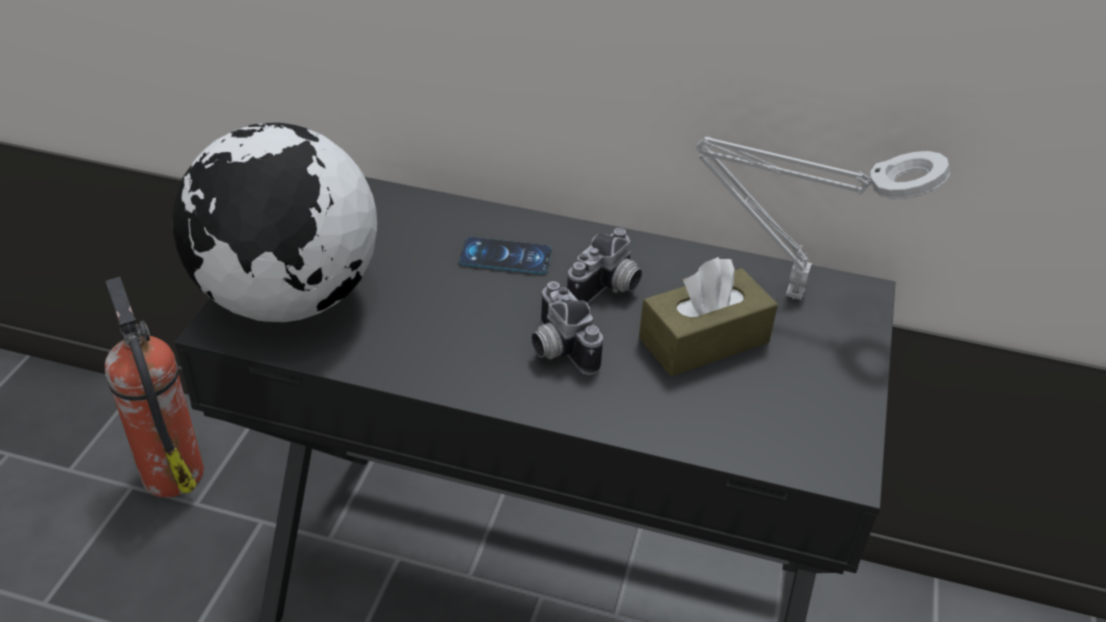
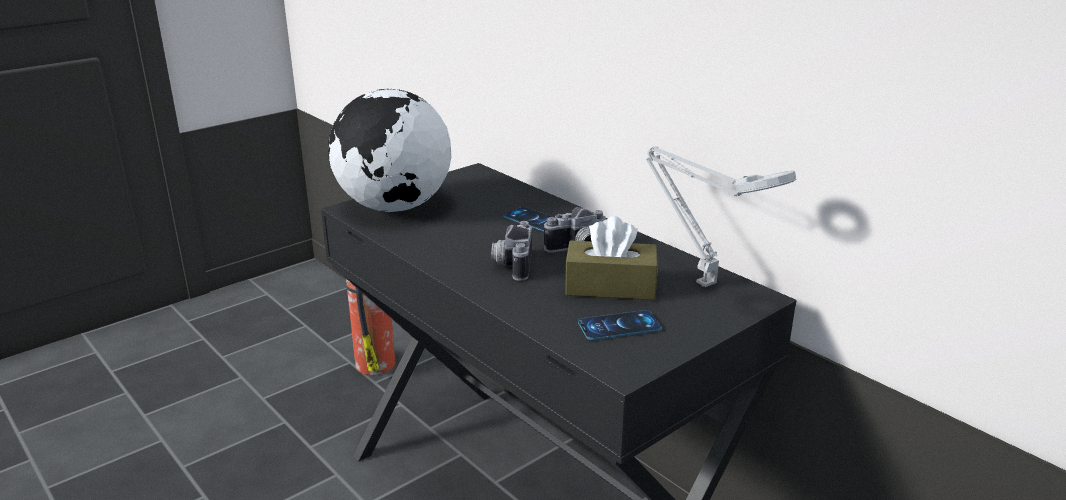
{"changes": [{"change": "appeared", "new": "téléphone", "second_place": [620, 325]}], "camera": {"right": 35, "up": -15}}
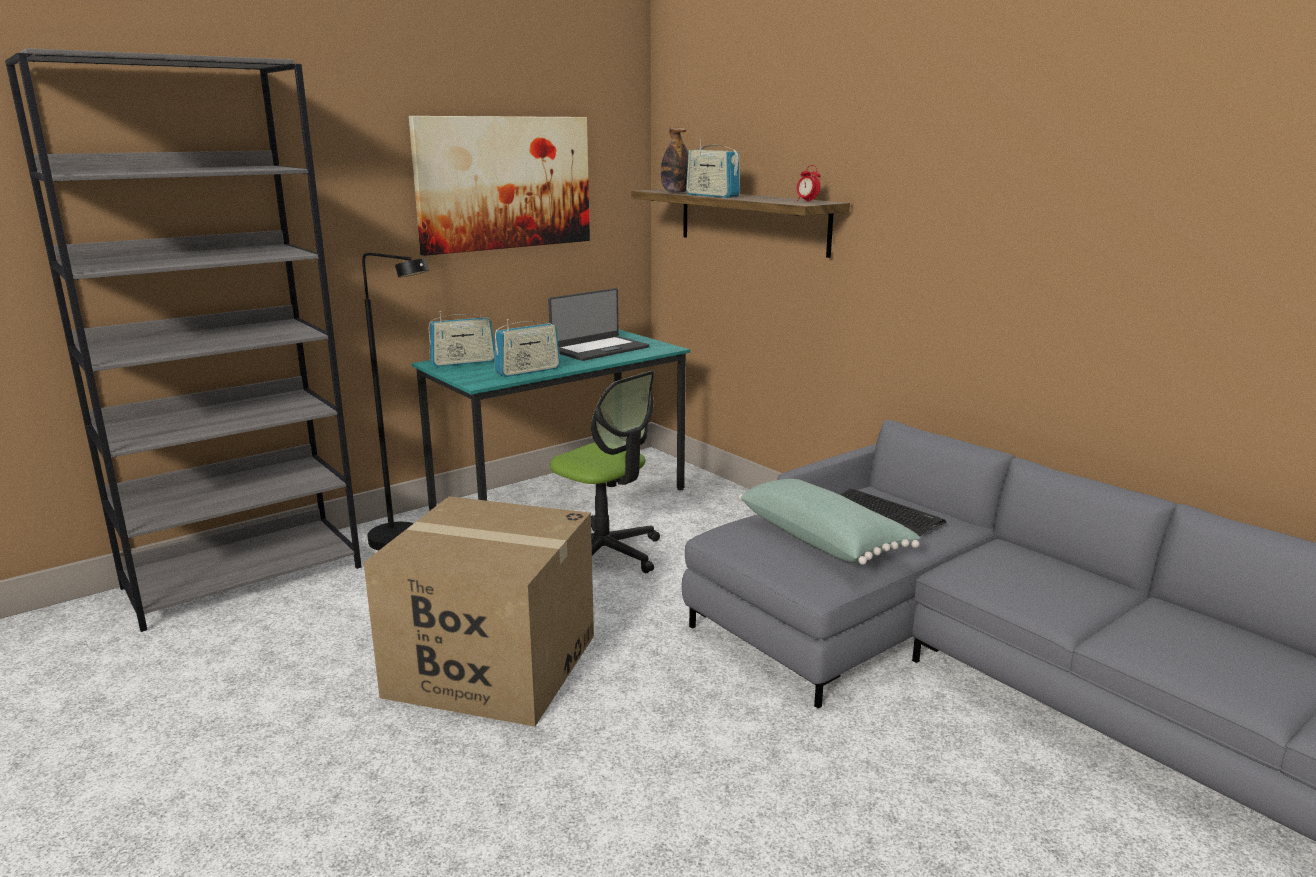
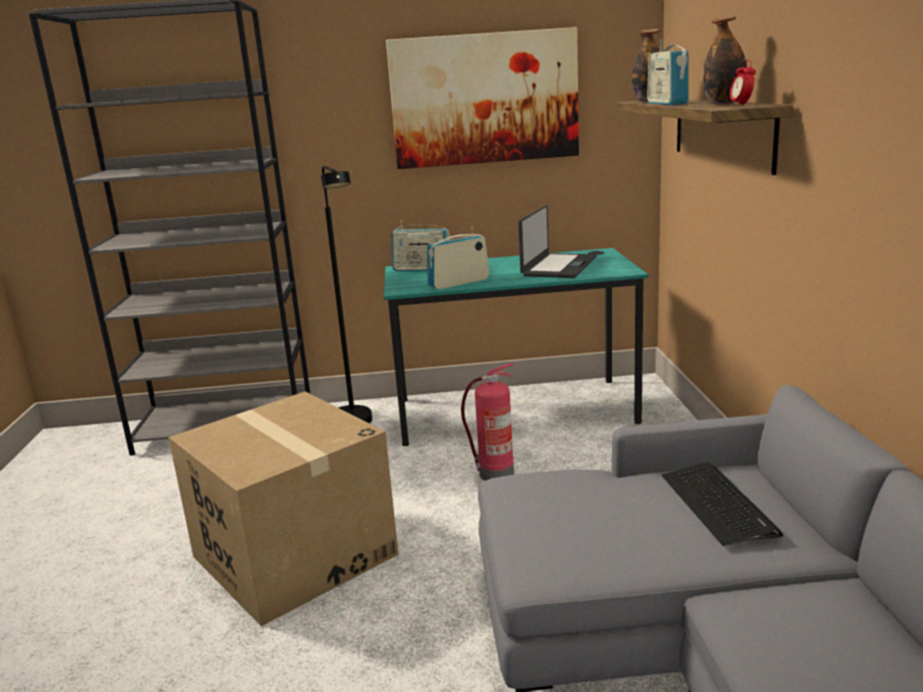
{"changes": [{"change": "missing", "old": "coussin/vert", "first_place": [829, 522]}, {"change": "appeared", "new": "bouteille", "second_place": [725, 60]}, {"change": "exchanged", "old": "chaise de bureau", "new": "extincteur", "first_place": [605, 472], "second_place": [487, 422]}, {"change": "spun", "old": "radio", "first_place": [527, 348], "second_place": [458, 257], "degrees": 150}, {"change": "spun", "old": "ordinateur portable", "first_place": [598, 324], "second_place": [557, 241], "degrees": -60}], "camera": {"right": 35, "up": 0}}
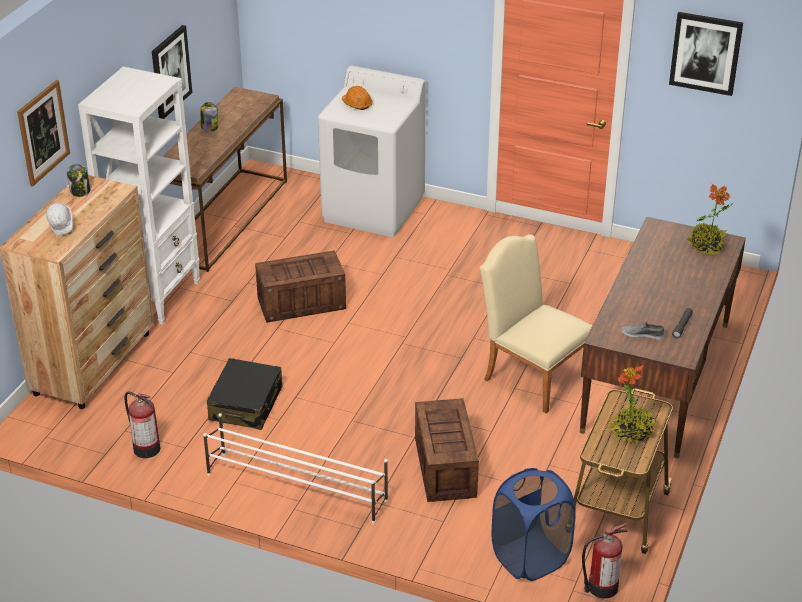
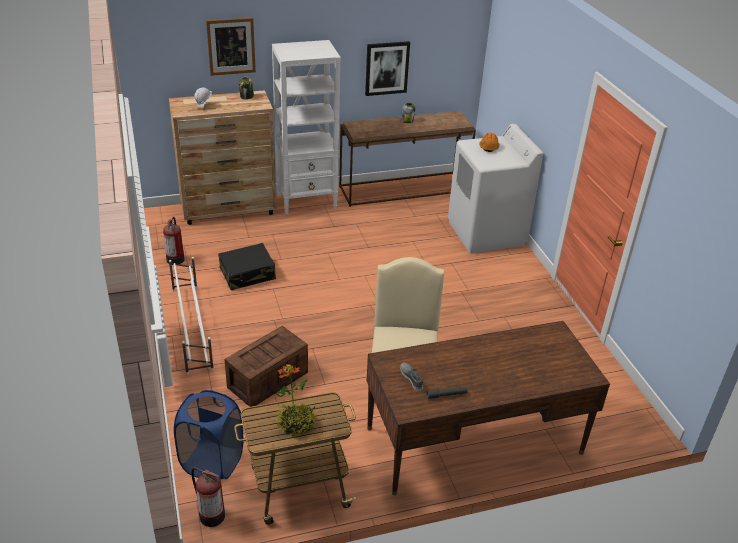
{"changes": [{"change": "missing", "old": "caisse", "first_place": [300, 286]}, {"change": "missing", "old": "tableau", "first_place": [706, 54]}, {"change": "missing", "old": "plante en pot", "first_place": [710, 220]}], "camera": {"right": 50, "up": 0}}
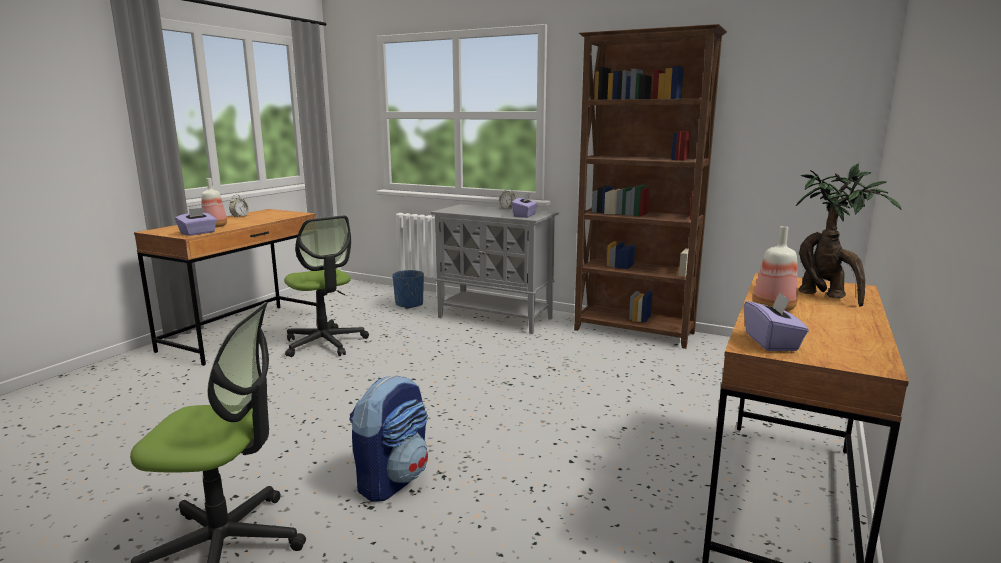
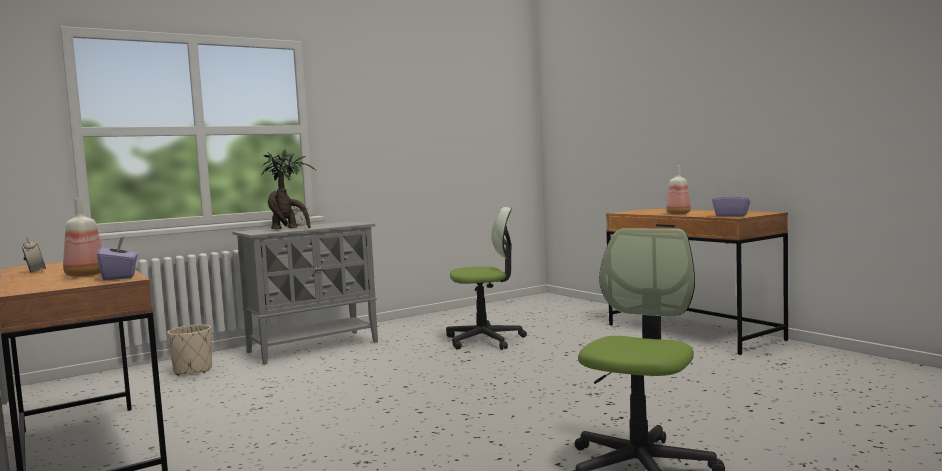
{"changes": [{"change": "missing", "old": "sac à dos", "first_place": [388, 438]}, {"change": "missing", "old": "boîte à mouchoirs/violet", "first_place": [525, 205]}, {"change": "missing", "old": "bibliothèque/marron", "first_place": [650, 186]}, {"change": "relocated", "old": "chaise de bureau", "first_place": [326, 286], "second_place": [486, 278]}, {"change": "relocated", "old": "plante en pot", "first_place": [849, 235], "second_place": [288, 189]}, {"change": "colour", "old": "cache-pot/bleu", "new": "cache-pot/beige", "first_place": [408, 289], "second_place": [189, 350]}], "camera": {"right": -60, "up": -10}}
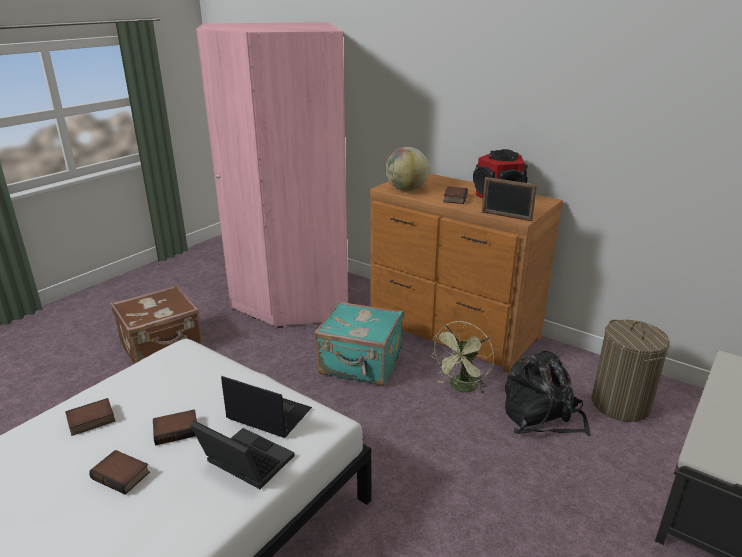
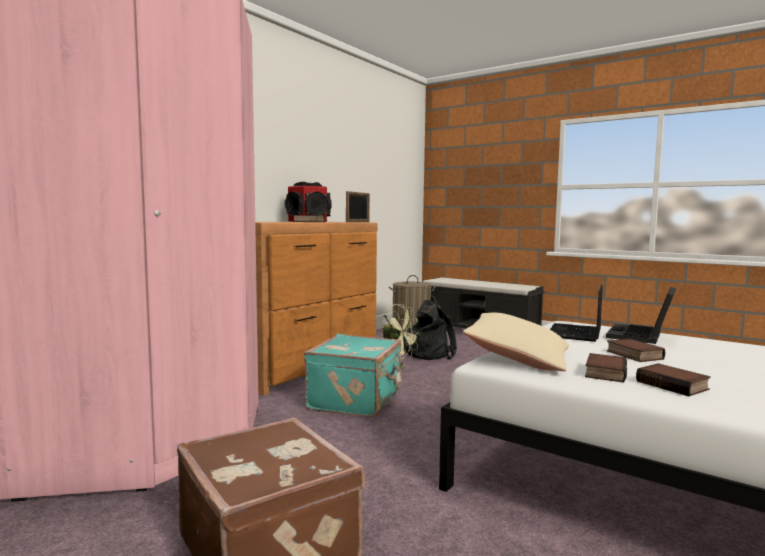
{"changes": [{"change": "missing", "old": "globe", "first_place": [407, 169]}, {"change": "appeared", "new": "coussin/beige", "second_place": [516, 342]}, {"change": "relocated", "old": "livre", "first_place": [119, 472], "second_place": [606, 367]}], "camera": {"right": -90, "up": -20}}
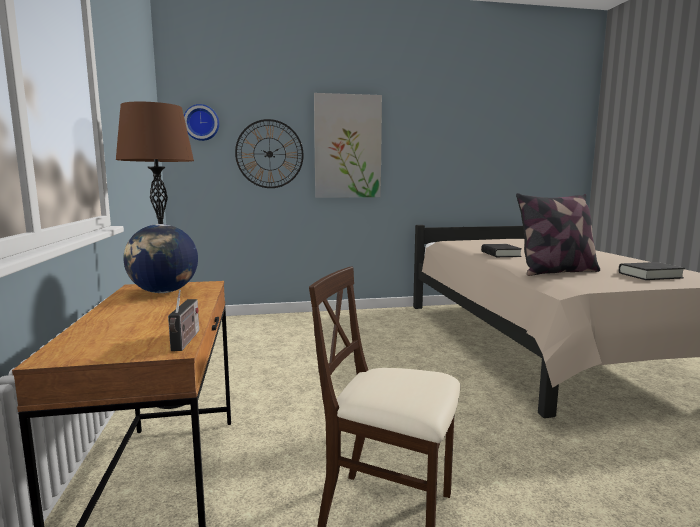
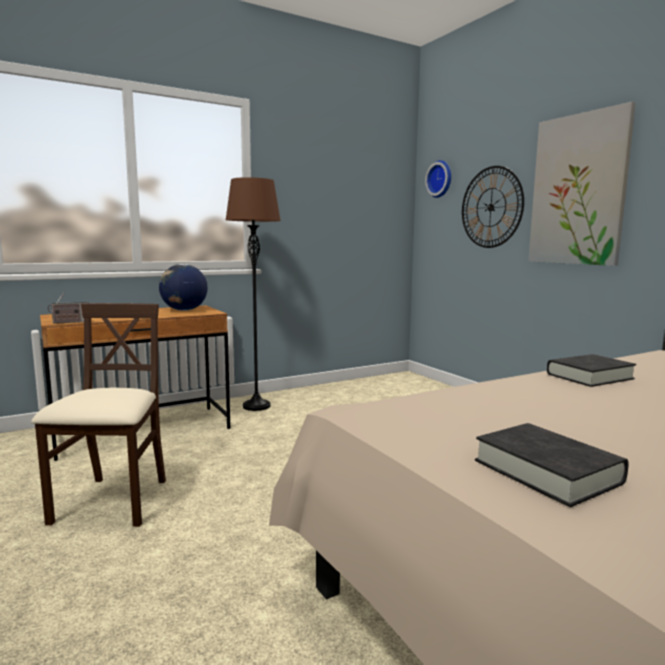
{"changes": [{"change": "missing", "old": "coussin", "first_place": [558, 234]}], "camera": {"right": 70, "up": 0}}
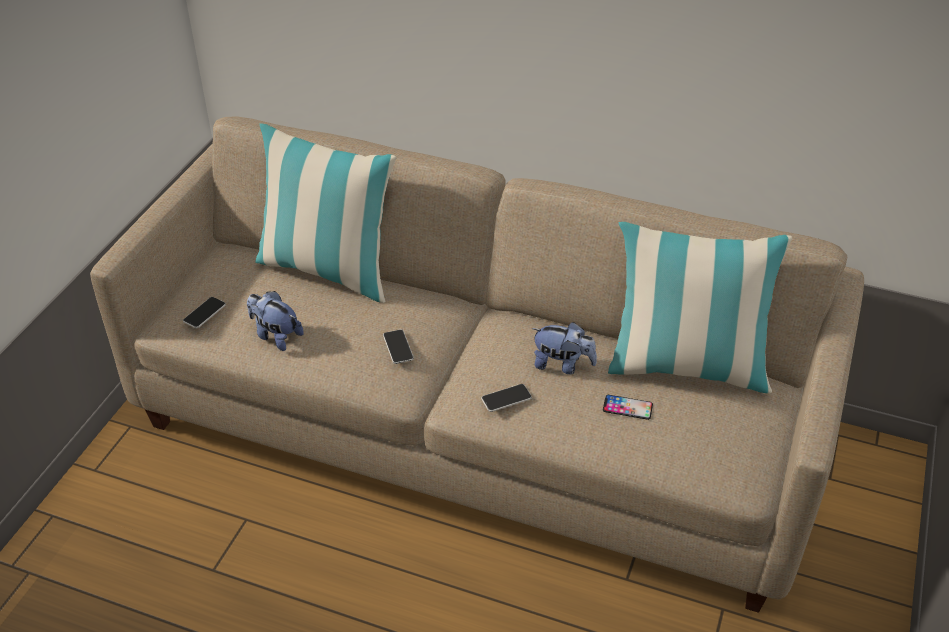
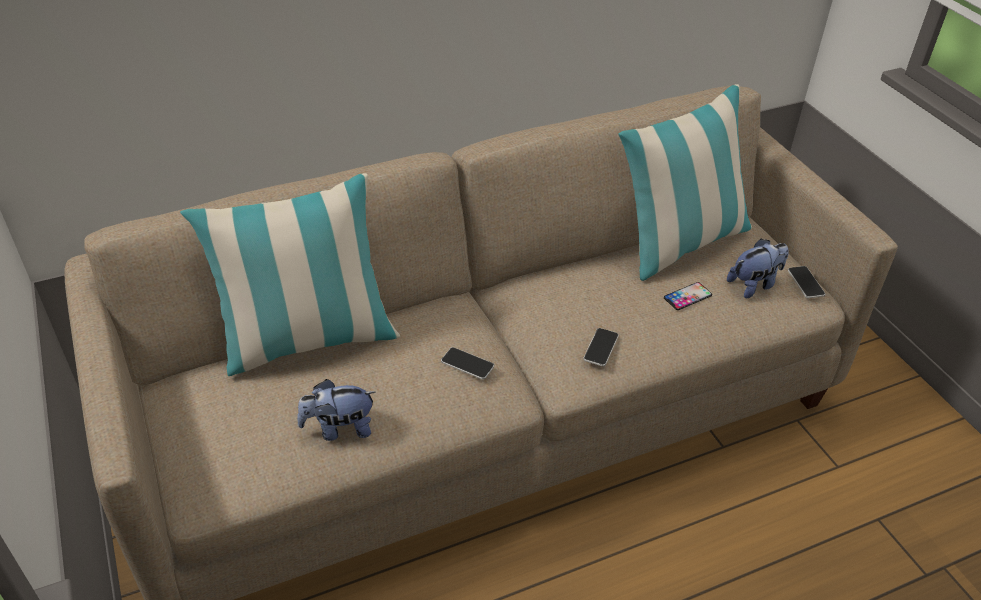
{"changes": [{"change": "relocated", "old": "téléphone", "first_place": [204, 312], "second_place": [806, 282]}, {"change": "relocated", "old": "peluche", "first_place": [564, 348], "second_place": [758, 268]}], "camera": {"right": -45, "up": 0}}
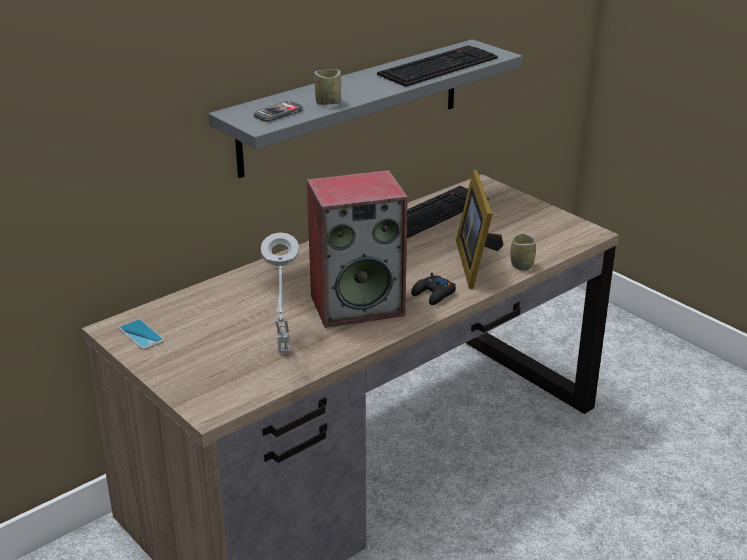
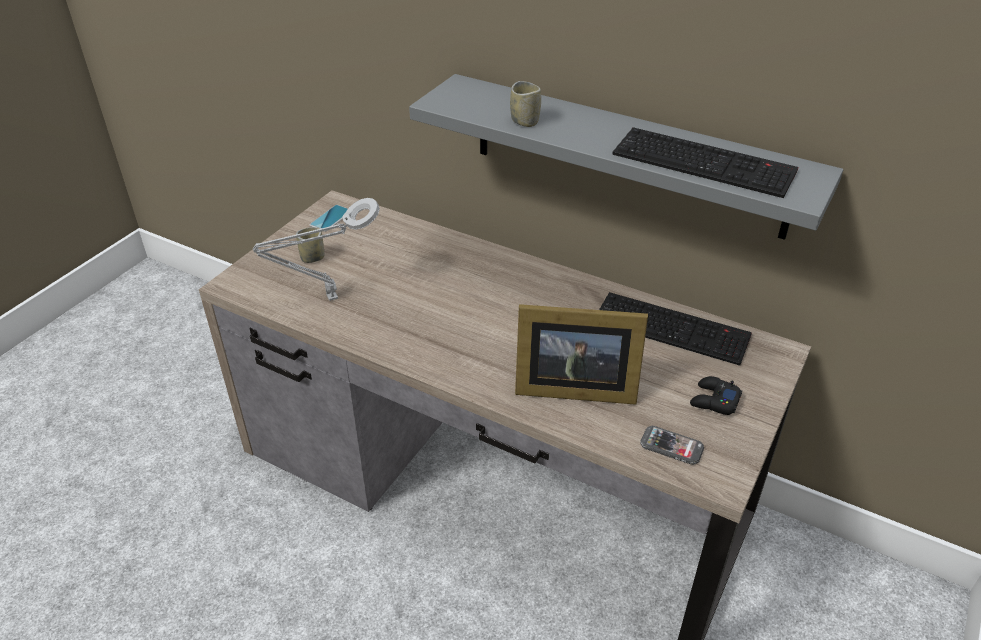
{"changes": [{"change": "missing", "old": "enceinte", "first_place": [357, 249]}, {"change": "relocated", "old": "téléphone", "first_place": [278, 111], "second_place": [672, 445]}, {"change": "relocated", "old": "manette/noir", "first_place": [433, 289], "second_place": [716, 395]}, {"change": "relocated", "old": "tasse", "first_place": [523, 252], "second_place": [310, 245]}, {"change": "spun", "old": "cadre photo", "first_place": [479, 229], "second_place": [581, 354], "degrees": -150}], "camera": {"right": 70, "up": 10}}
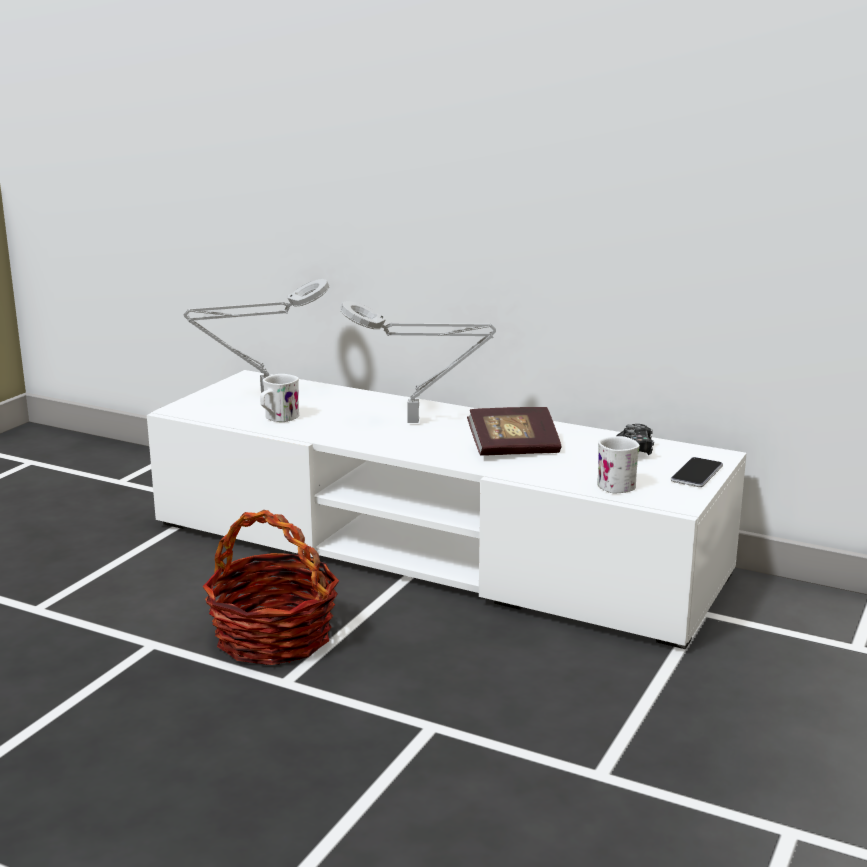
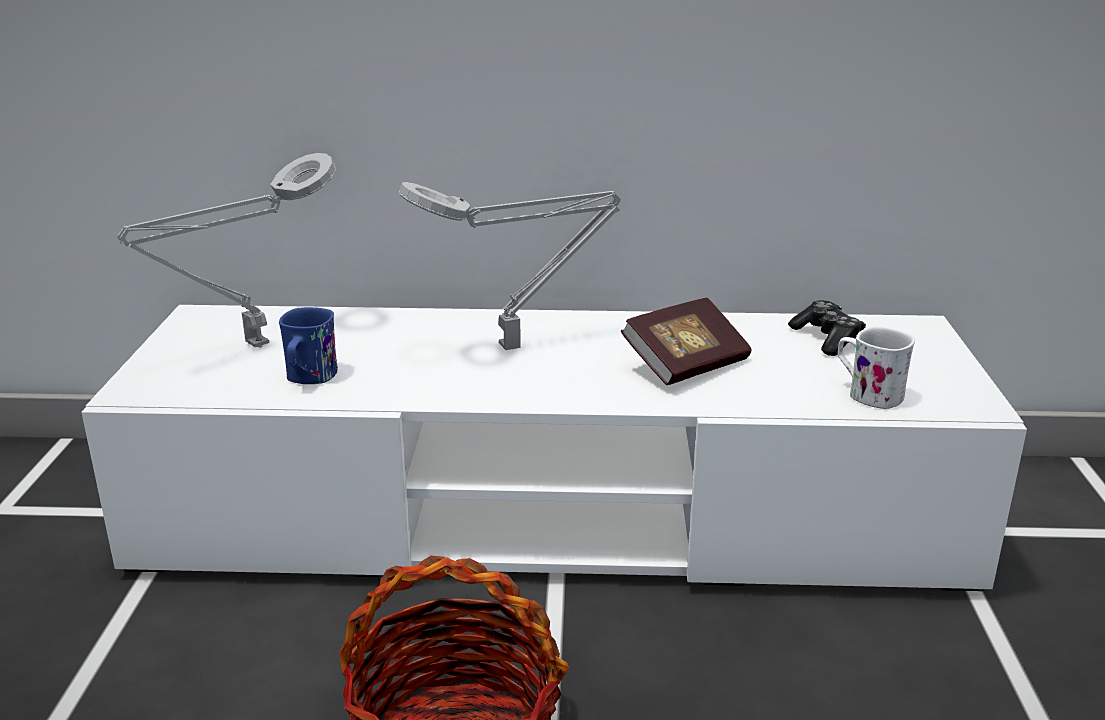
{"changes": [{"change": "missing", "old": "téléphone", "first_place": [697, 472]}, {"change": "colour", "old": "mug/blanc", "new": "mug/bleu", "first_place": [279, 398], "second_place": [308, 345]}], "camera": {"right": -25, "up": 5}}
